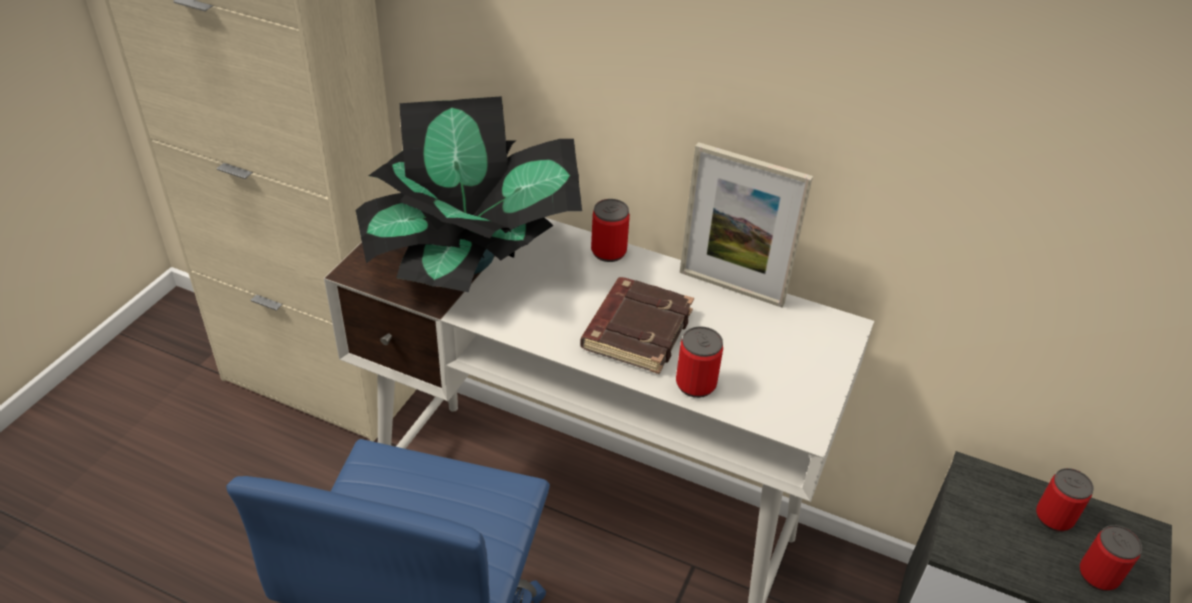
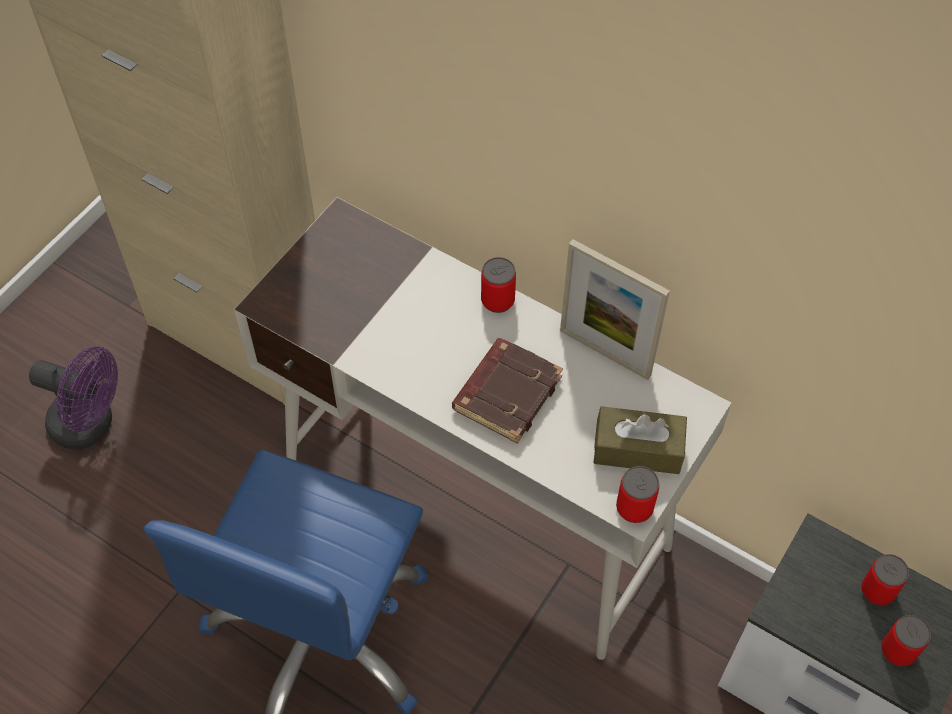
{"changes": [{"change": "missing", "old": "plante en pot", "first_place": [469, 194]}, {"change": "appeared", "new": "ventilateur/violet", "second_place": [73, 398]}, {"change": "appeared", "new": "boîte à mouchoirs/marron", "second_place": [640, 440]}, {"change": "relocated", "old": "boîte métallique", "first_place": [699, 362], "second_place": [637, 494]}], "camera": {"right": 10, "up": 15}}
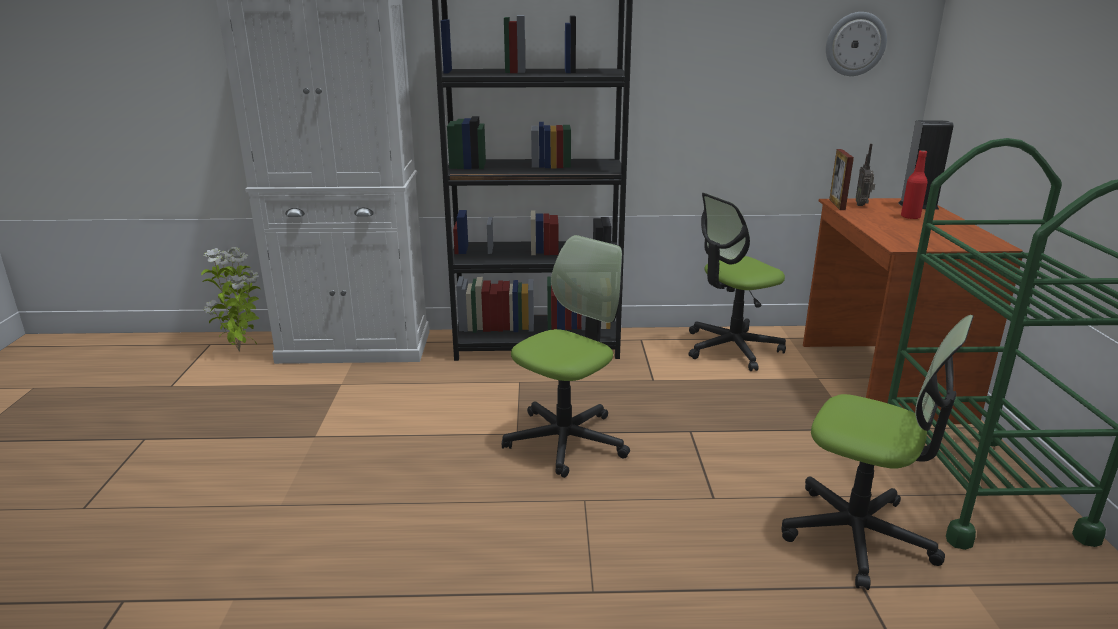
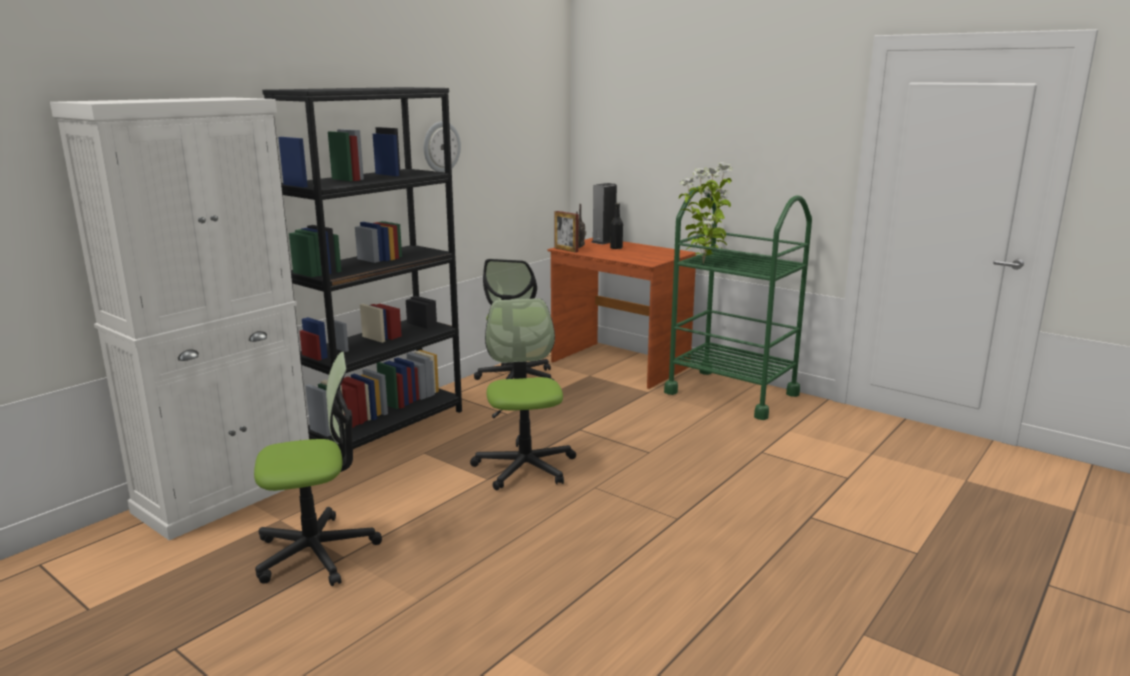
{"changes": [{"change": "relocated", "old": "plante en pot", "first_place": [230, 299], "second_place": [706, 213]}, {"change": "relocated", "old": "chaise de bureau", "first_place": [878, 452], "second_place": [318, 468]}, {"change": "relocated", "old": "horloge murale", "first_place": [856, 44], "second_place": [442, 146]}, {"change": "colour", "old": "bouteille/rouge", "new": "bouteille/noir", "first_place": [914, 184], "second_place": [616, 226]}], "camera": {"right": -50, "up": -5}}
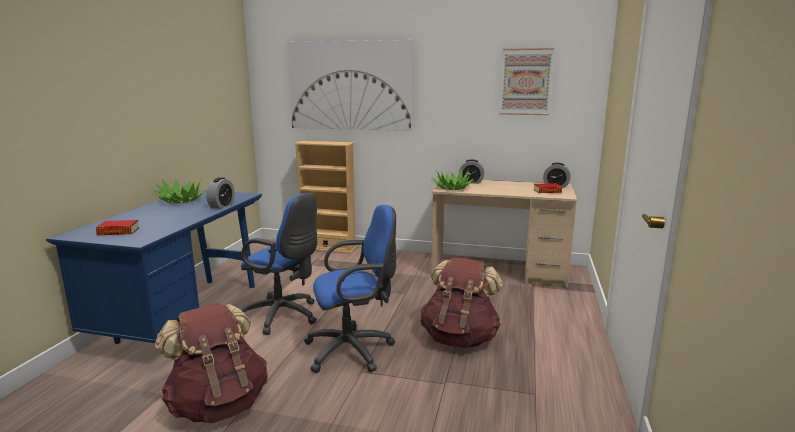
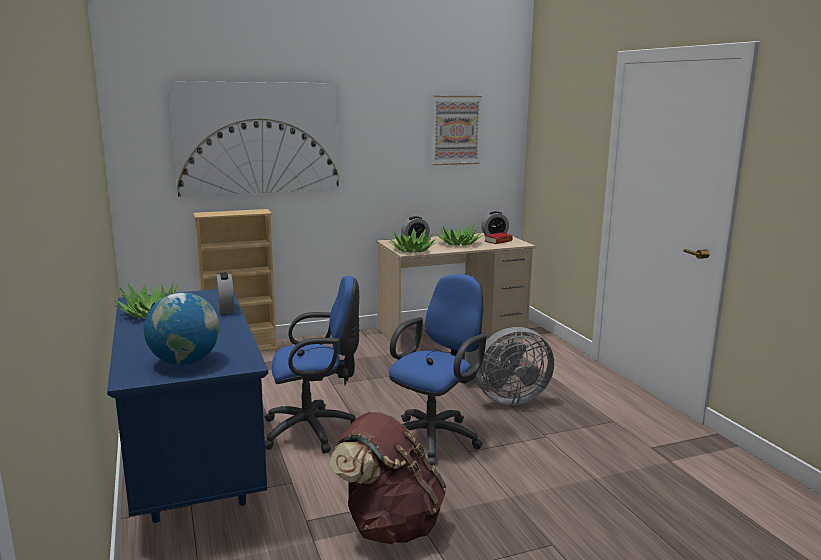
{"changes": [{"change": "appeared", "new": "plante en pot", "second_place": [460, 234]}, {"change": "exchanged", "old": "livre", "new": "globe", "first_place": [117, 227], "second_place": [182, 329]}, {"change": "exchanged", "old": "sac à dos/marron", "new": "ventilateur/gris", "first_place": [462, 302], "second_place": [509, 366]}], "camera": {"right": -35, "up": 0}}
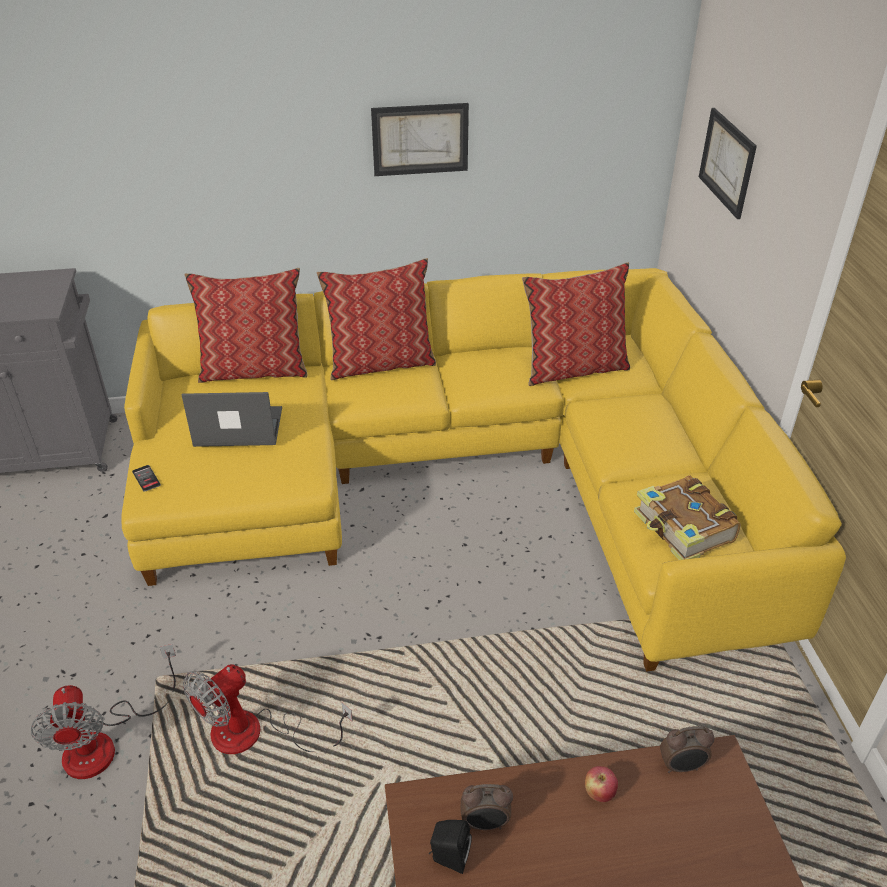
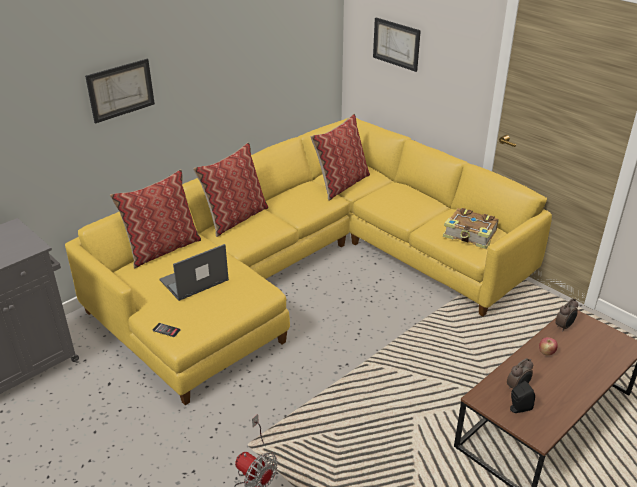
{"changes": [{"change": "missing", "old": "ventilateur", "first_place": [268, 709]}, {"change": "relocated", "old": "tableau", "first_place": [420, 139], "second_place": [120, 91]}], "camera": {"right": -35, "up": -5}}
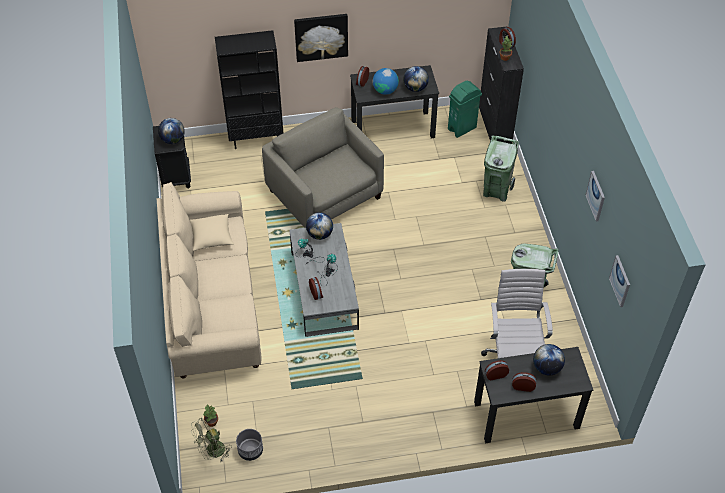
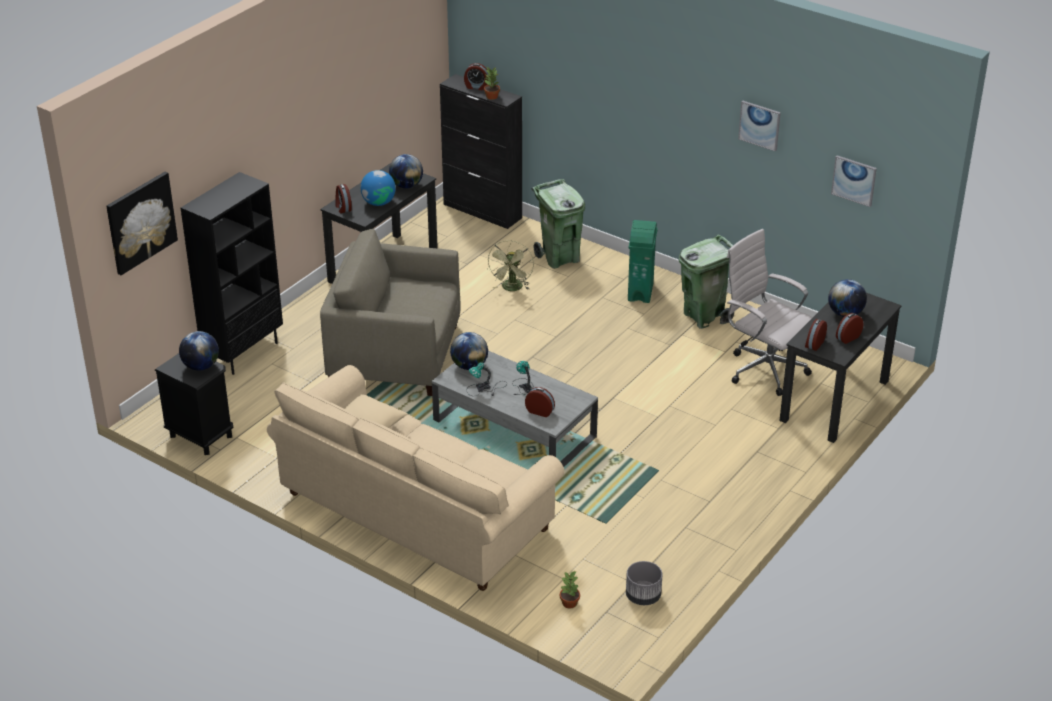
{"changes": [{"change": "relocated", "old": "ventilateur/vert", "first_place": [211, 440], "second_place": [511, 265]}, {"change": "relocated", "old": "tableau", "first_place": [321, 38], "second_place": [142, 223]}, {"change": "relocated", "old": "poubelle/vert", "first_place": [465, 109], "second_place": [643, 261]}], "camera": {"right": -45, "up": -15}}
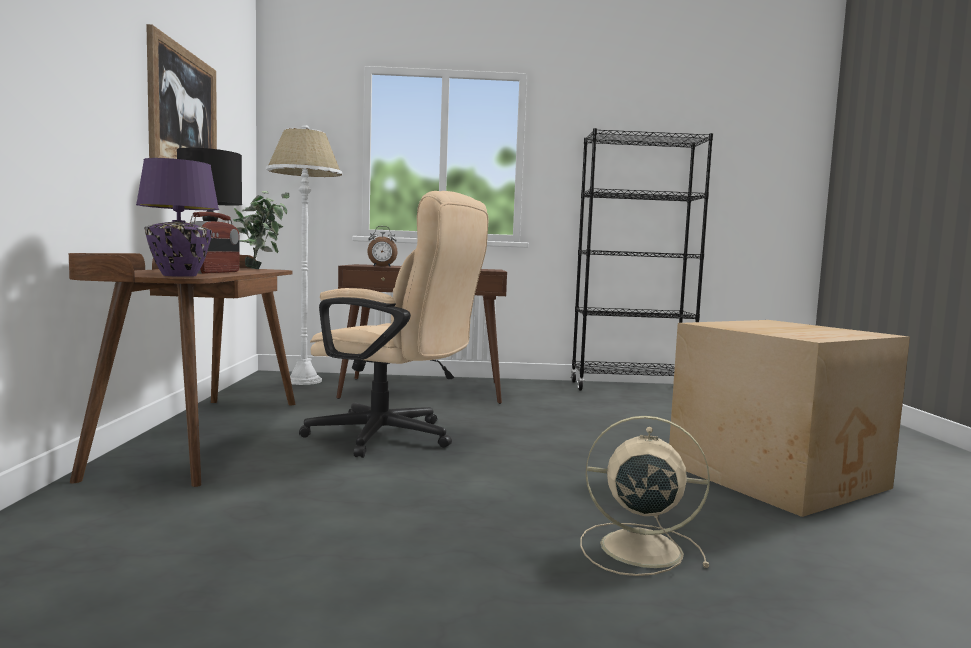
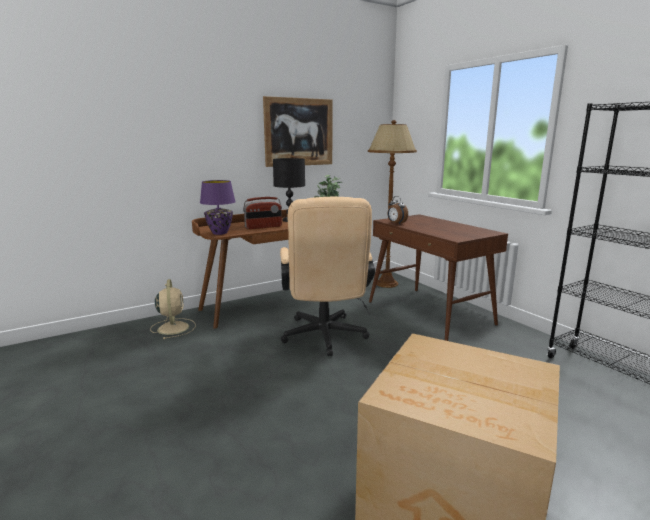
{"changes": [{"change": "relocated", "old": "ventilateur/beige", "first_place": [645, 496], "second_place": [172, 309]}, {"change": "colour", "old": "lampadaire/blanc", "new": "lampadaire/marron", "first_place": [304, 255], "second_place": [392, 204]}], "camera": {"right": 60, "up": 10}}
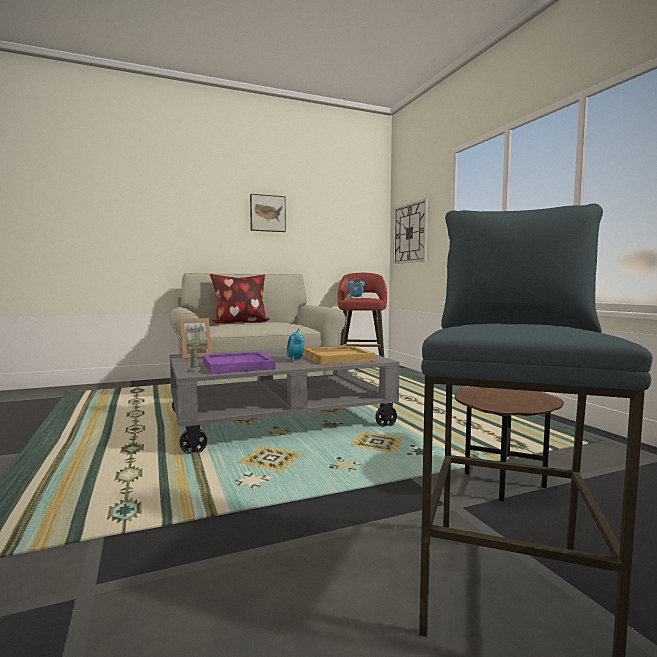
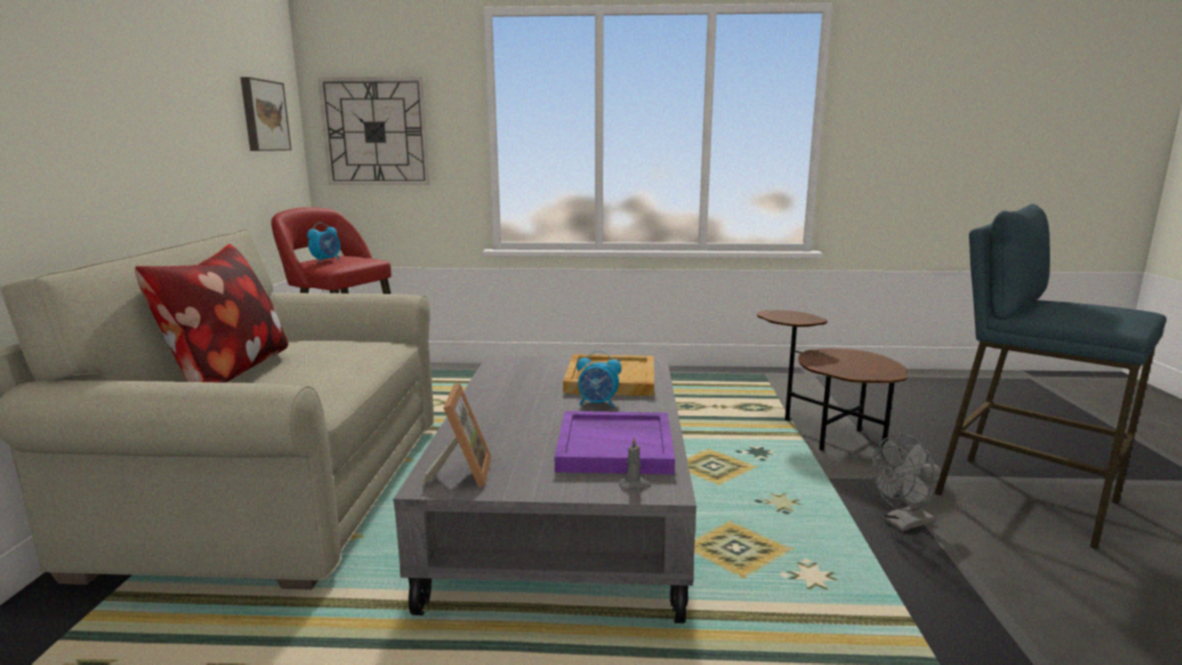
{"changes": [{"change": "appeared", "new": "ventilateur/gris", "second_place": [906, 482]}, {"change": "relocated", "old": "tableau", "first_place": [268, 213], "second_place": [265, 114]}], "camera": {"right": -65, "up": 10}}
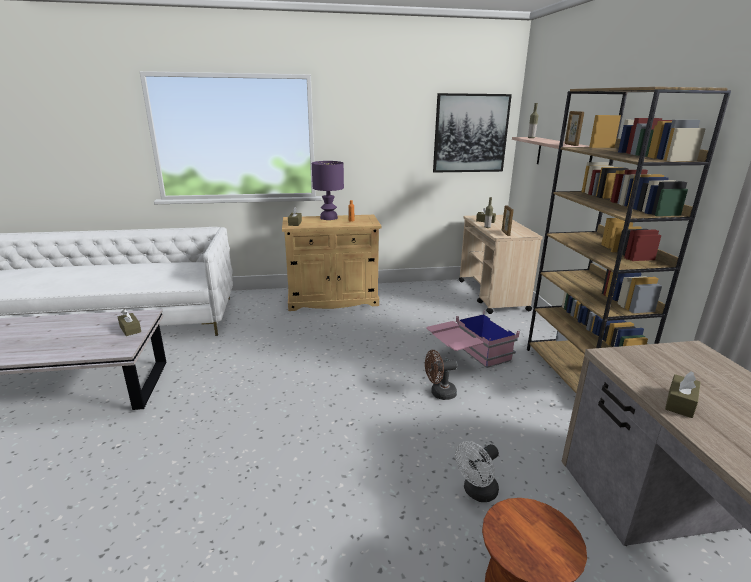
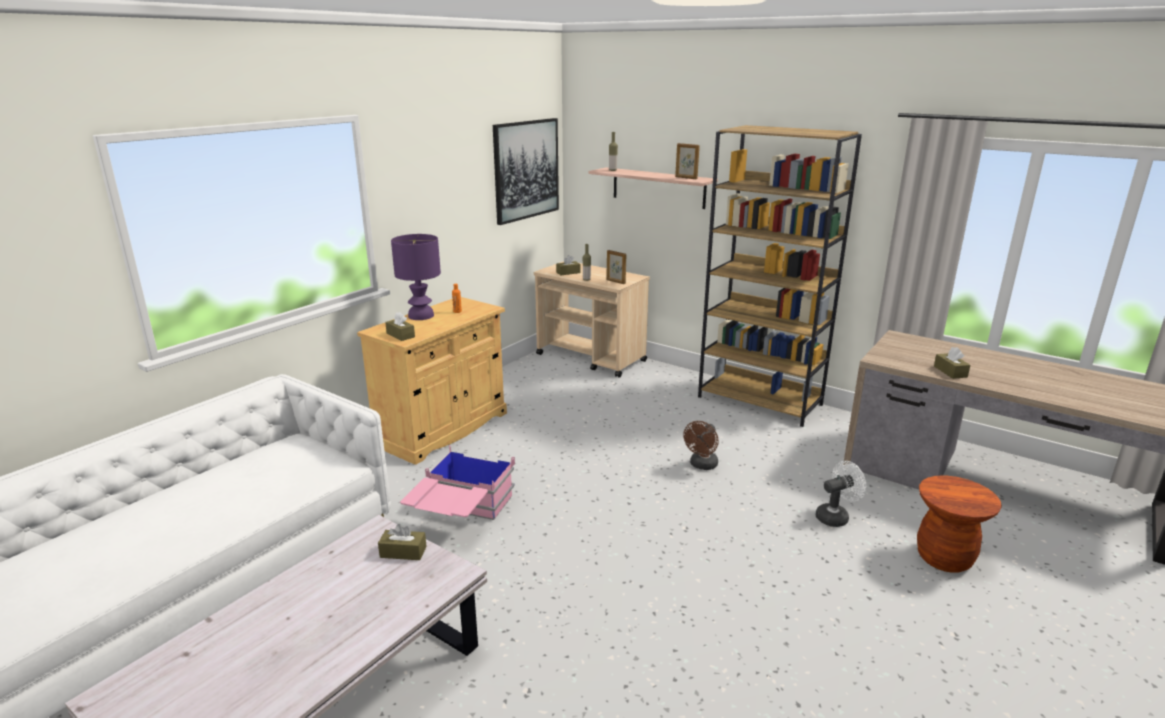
{"changes": [{"change": "relocated", "old": "boîte de rangement/rose", "first_place": [473, 339], "second_place": [457, 482]}, {"change": "spun", "old": "ventilateur/blanc", "first_place": [477, 471], "second_place": [840, 494], "degrees": -120}], "camera": {"right": -45, "up": 0}}
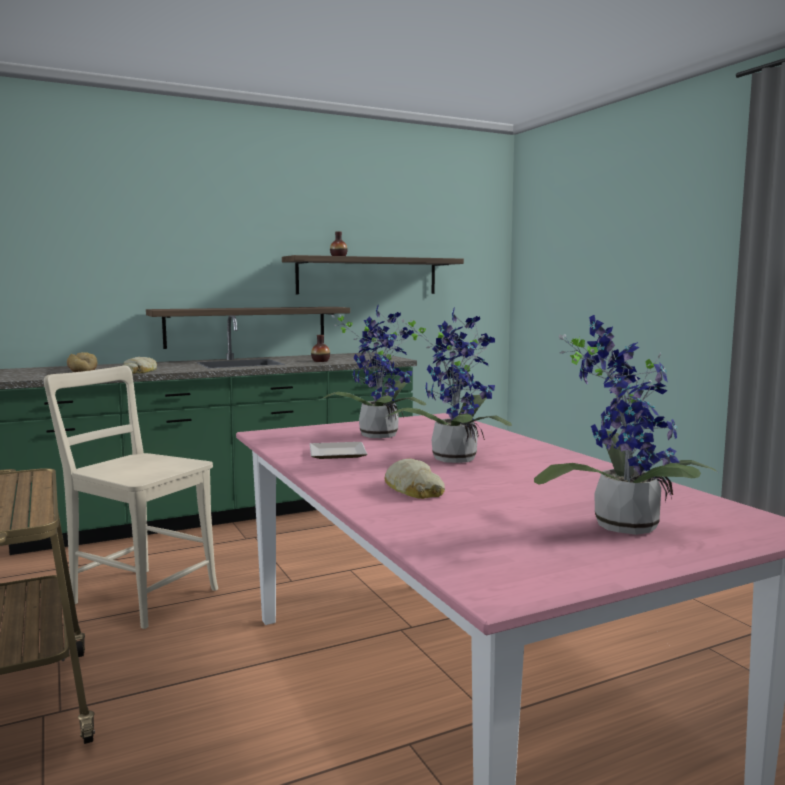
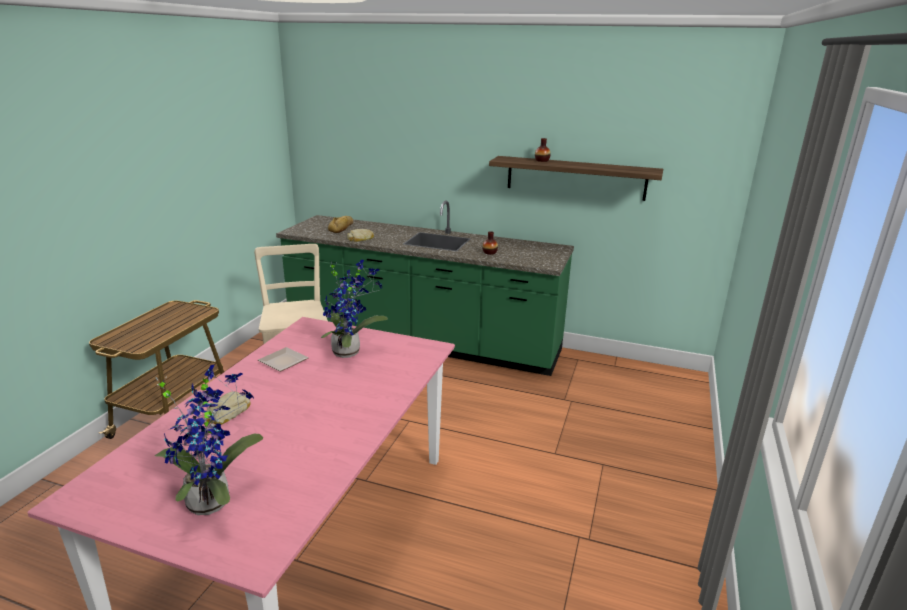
{"changes": [{"change": "missing", "old": "étagère", "first_place": [248, 328]}, {"change": "missing", "old": "plante en pot", "first_place": [448, 385]}], "camera": {"right": 45, "up": 15}}
